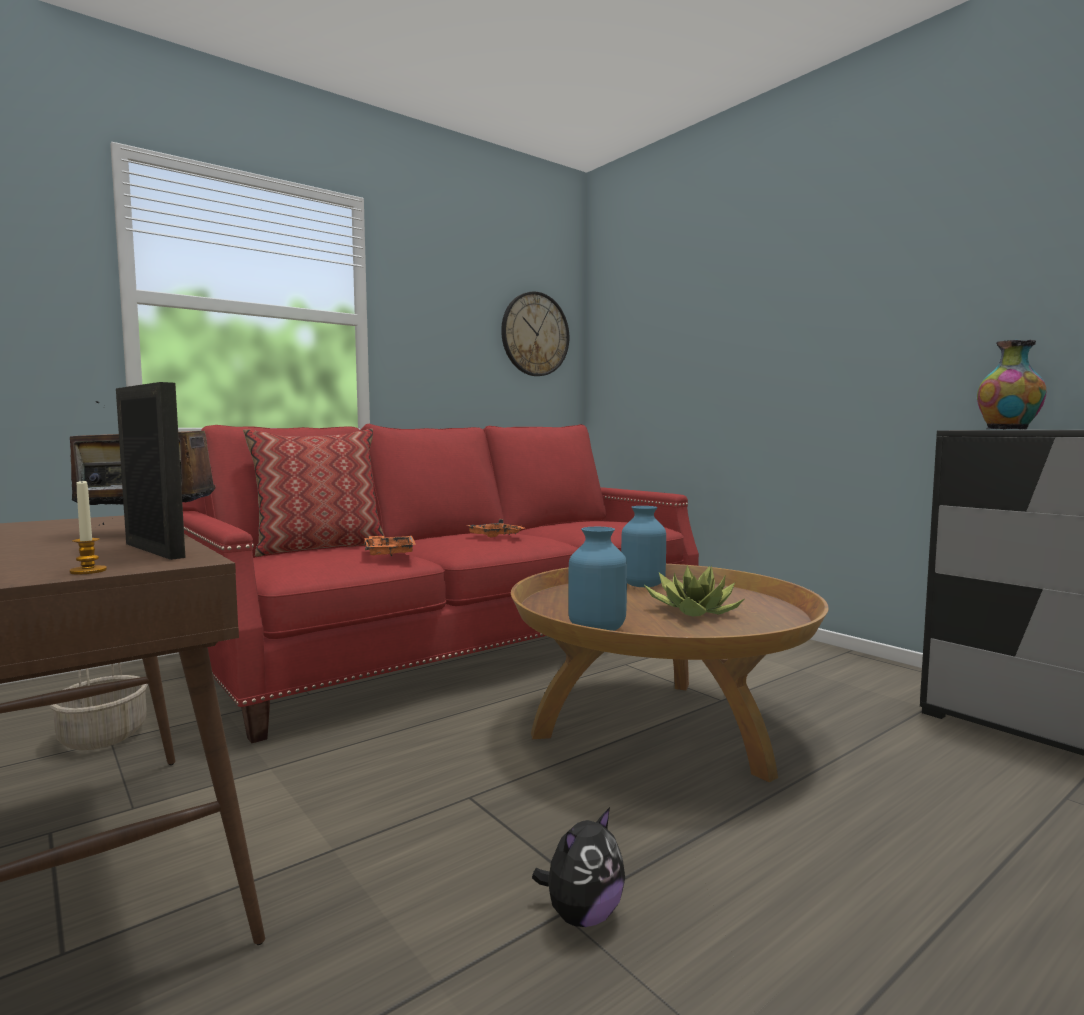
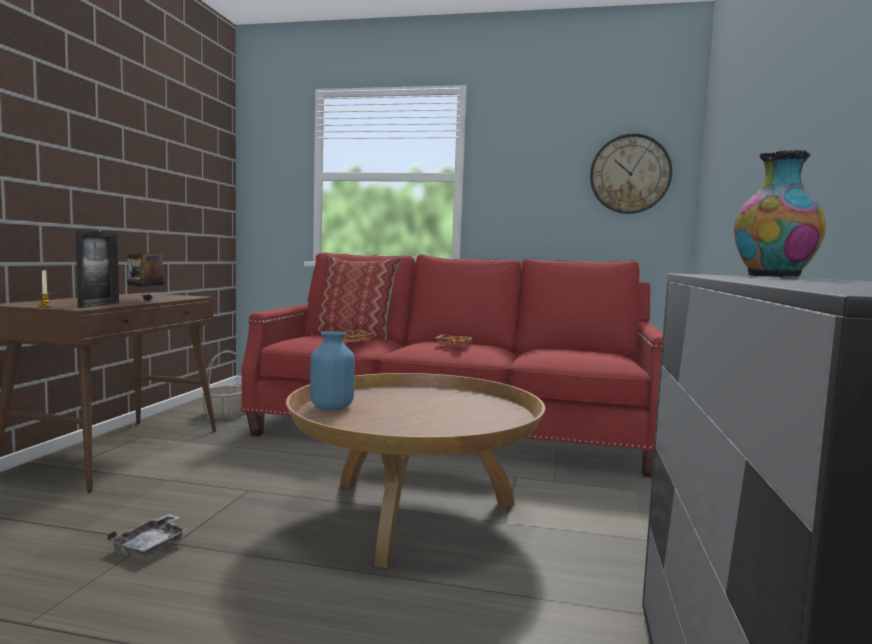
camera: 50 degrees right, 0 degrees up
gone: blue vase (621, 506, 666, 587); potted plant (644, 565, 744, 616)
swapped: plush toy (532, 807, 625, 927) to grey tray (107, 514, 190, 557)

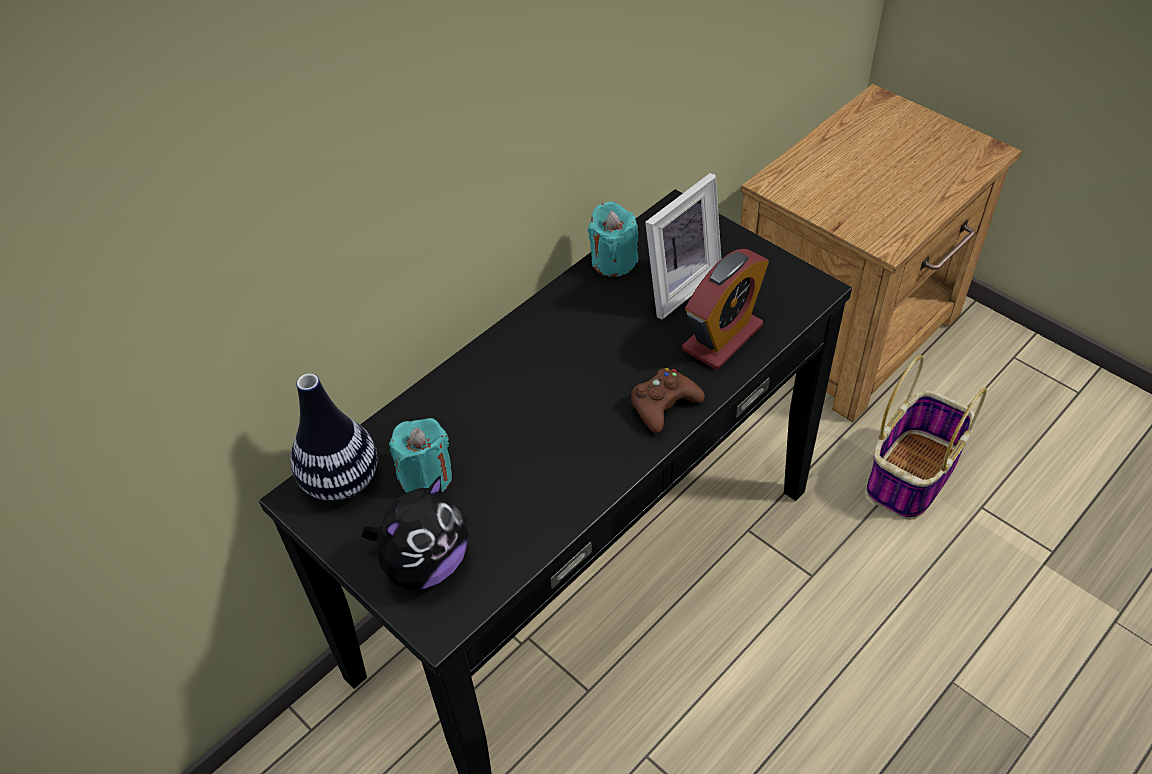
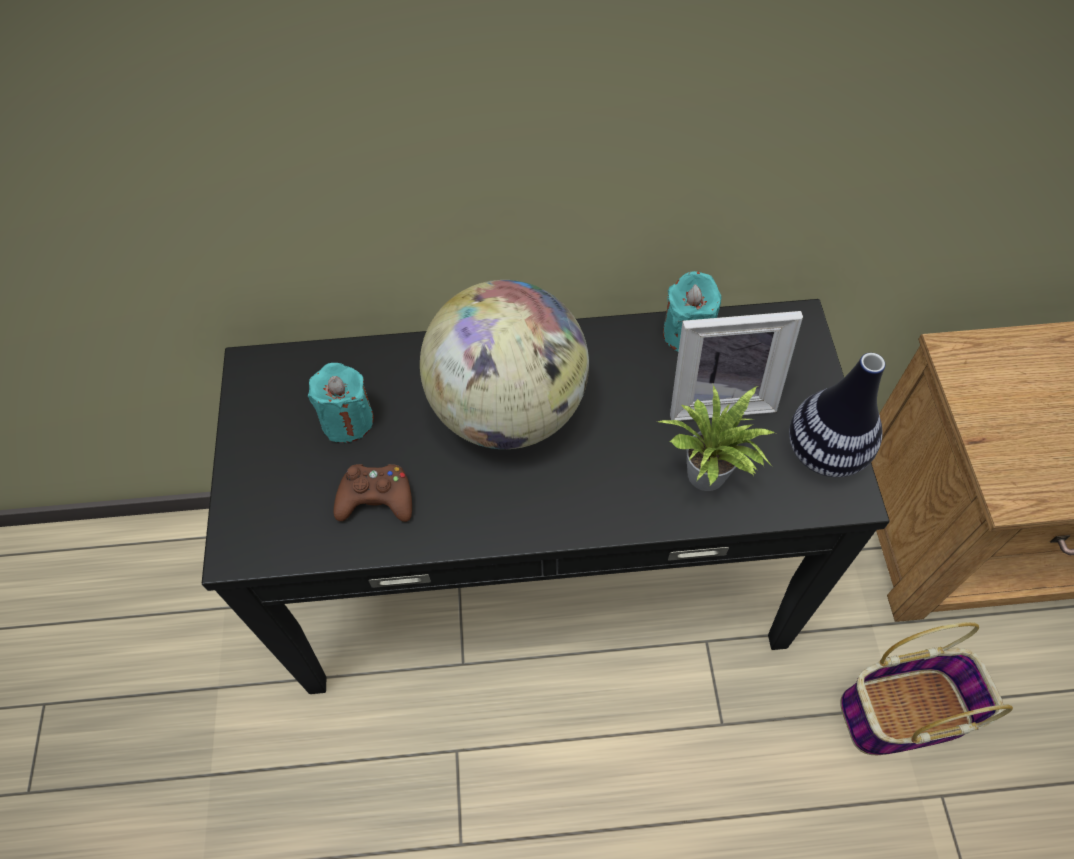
camera: 40 degrees right, 10 degrees up
gone: plush toy (362, 475, 468, 589)
new: globe (420, 280, 589, 449)
shifted: brown game controller (631, 368, 705, 434) to (333, 464, 412, 522); vase (290, 373, 378, 501) to (789, 353, 885, 477)
swapped: alarm clock (682, 249, 769, 370) to potted plant (655, 385, 775, 491)

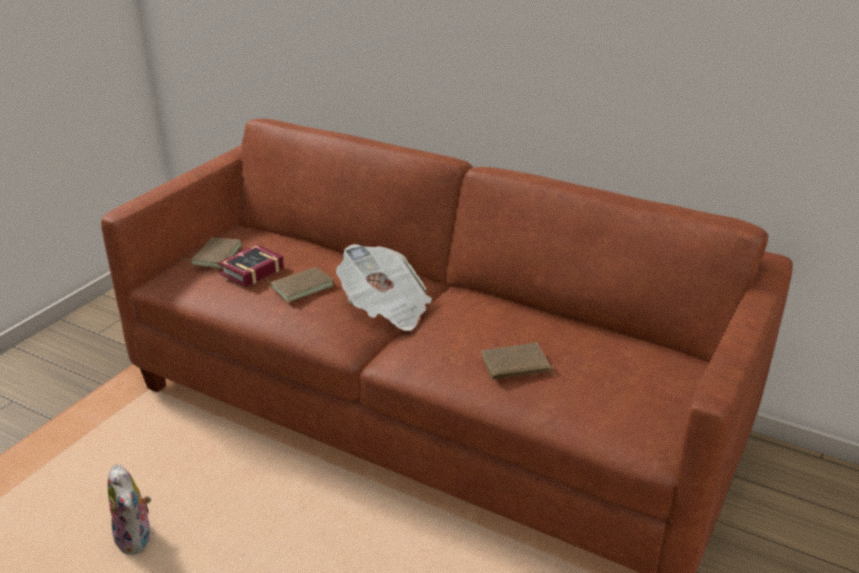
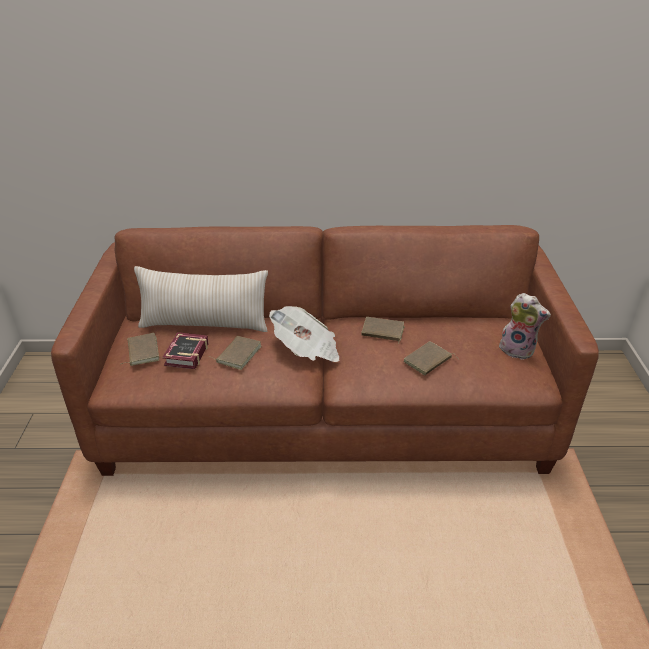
camera: 30 degrees left, 5 degrees up
new: beige pillow (134, 266, 268, 332); brown book (361, 317, 405, 344)
shifted: plush toy (108, 464, 151, 555) to (499, 293, 551, 360)

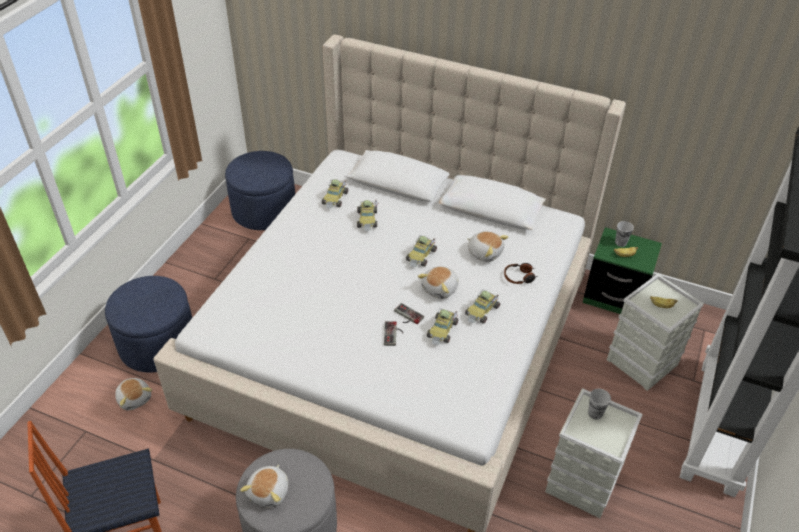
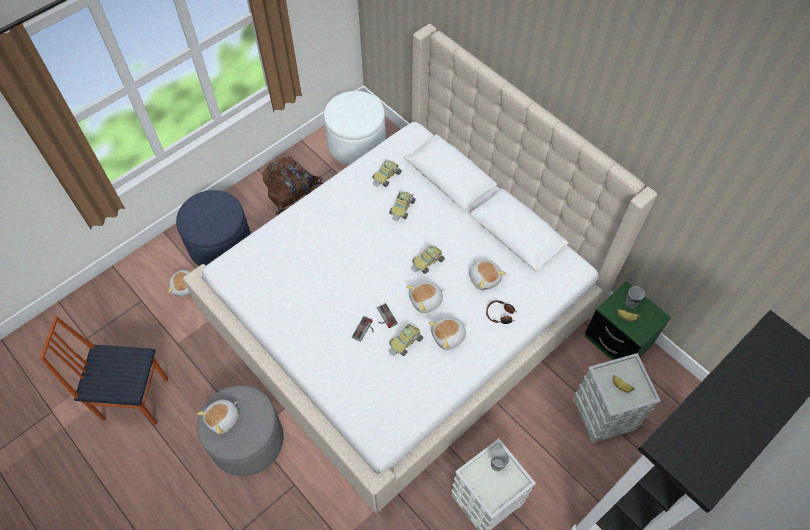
camera: 25 degrees right, 15 degrees up
new: brown backpack (262, 157, 323, 215)
swapped: toy car (465, 289, 500, 324) to plush toy (428, 317, 467, 350)
repainted: blue ottoman (225, 151, 295, 230) to white ottoman (324, 91, 386, 165)

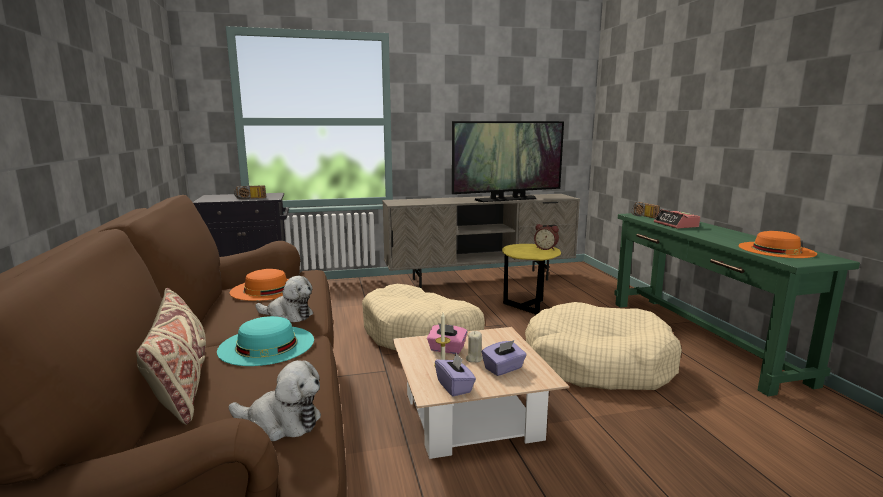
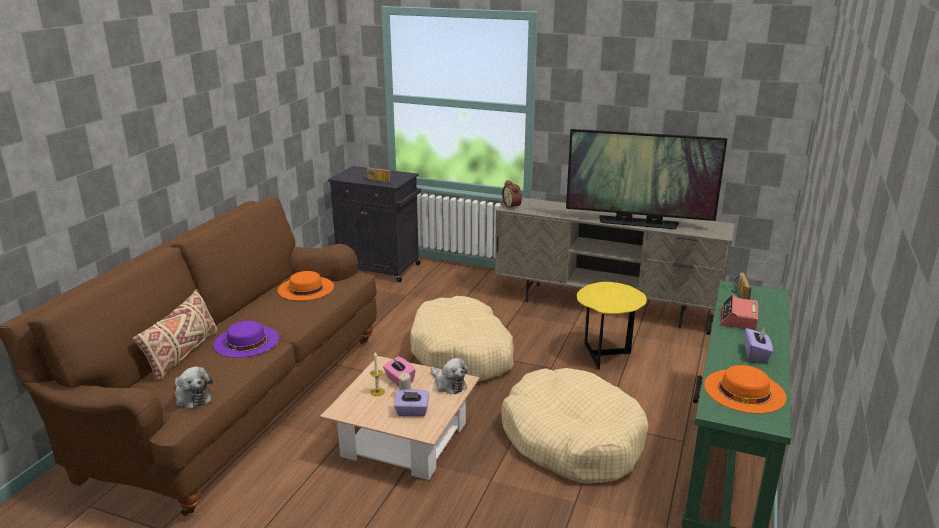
camera: 35 degrees right, 10 degrees up
shifted: plush toy (255, 276, 313, 322) to (431, 358, 468, 394); alarm clock (534, 224, 559, 250) to (502, 180, 522, 209); purple tissue box (435, 353, 476, 397) to (744, 328, 773, 362)
repainted: turquoise hat (217, 316, 314, 366) to purple hat (213, 321, 279, 358)

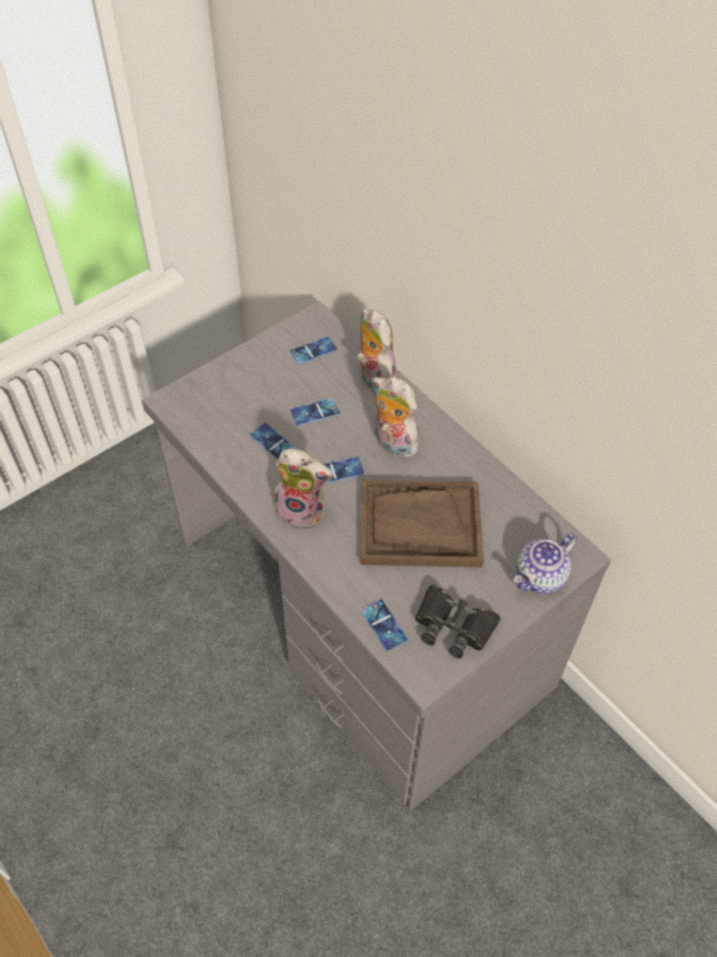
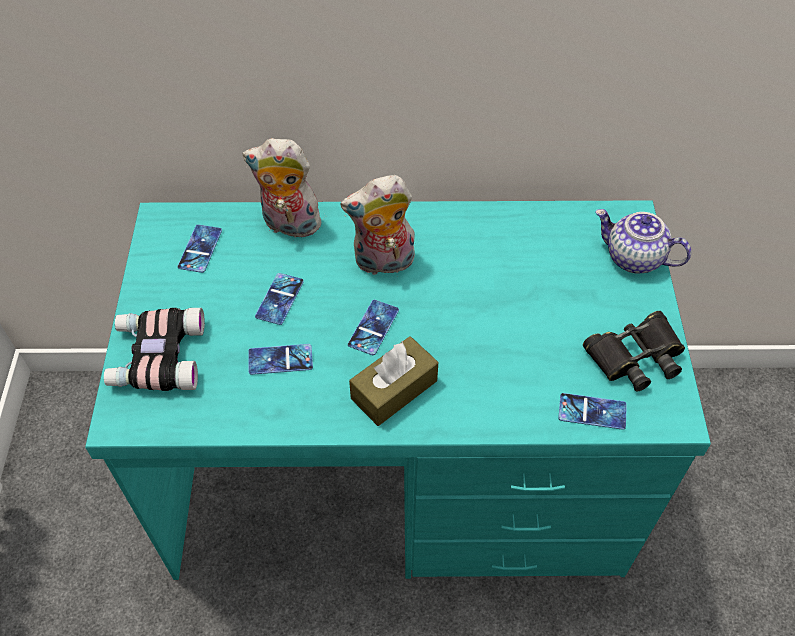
camera: 50 degrees left, 0 degrees up
gone: brown tray (360, 480, 484, 567)
new: binoculars (104, 308, 205, 391)
swapped: plush toy (275, 448, 333, 530) to brown tissue box (349, 336, 438, 426)
repainted: grey desk (142, 301, 611, 811) to turquoise desk (85, 200, 711, 580)
rotated: teapot (513, 533, 577, 594) = (595, 209, 691, 274) 120 degrees clockwise

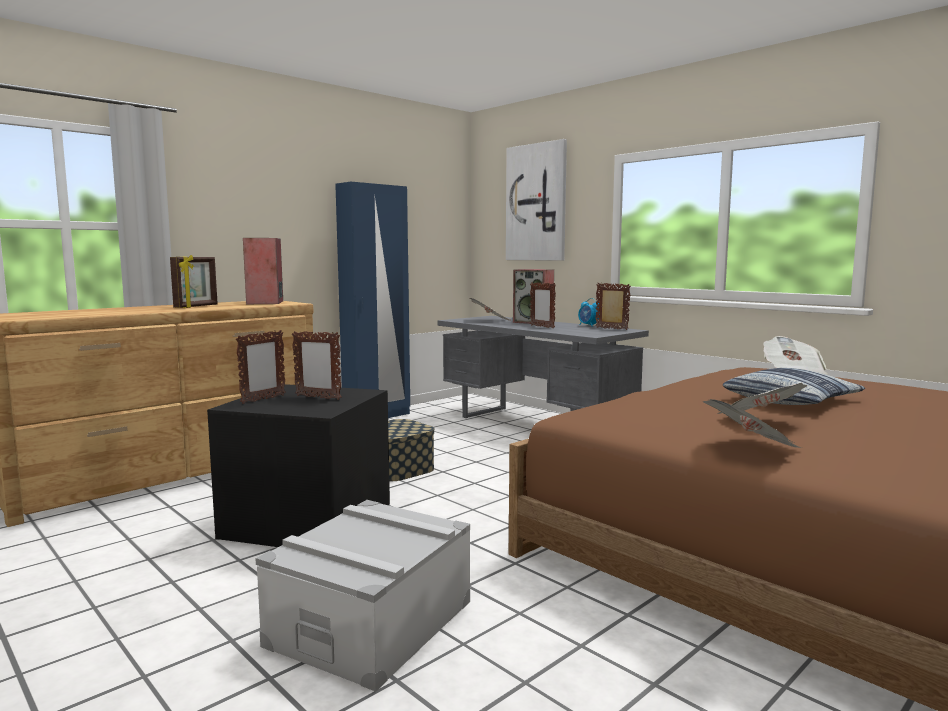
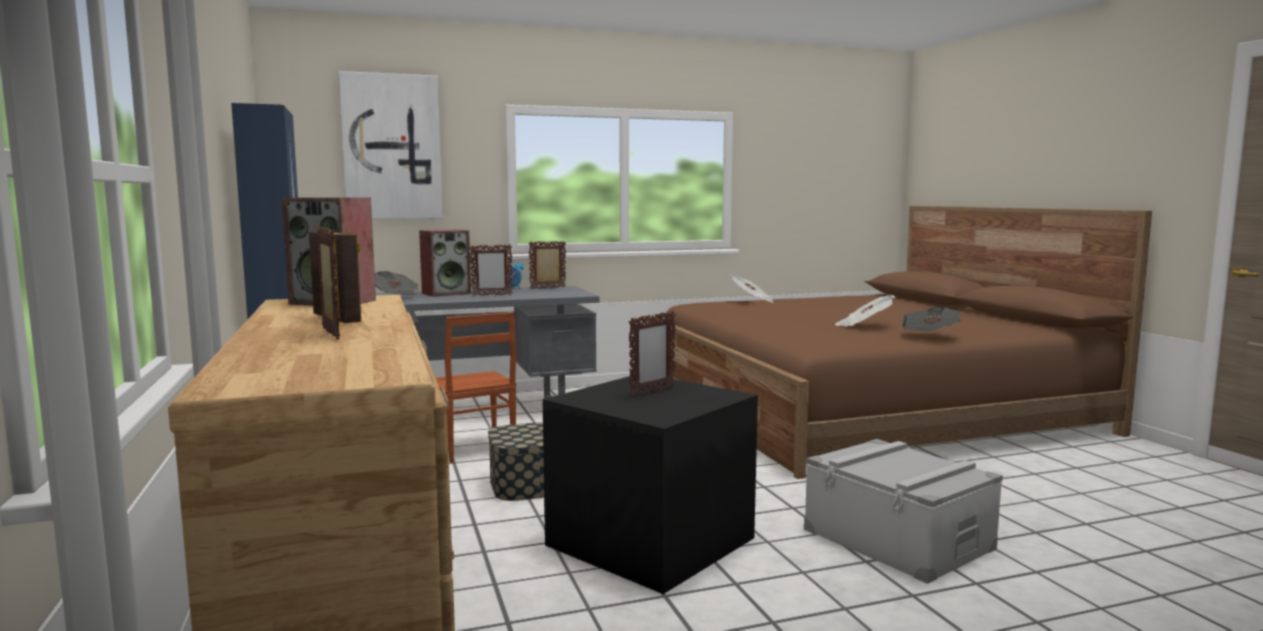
camera: 65 degrees left, 0 degrees up
gone: pillow (723, 368, 865, 405)
new: brown chair (436, 312, 517, 463)
shifted: picture frame (236, 330, 286, 404) to (316, 226, 340, 339)

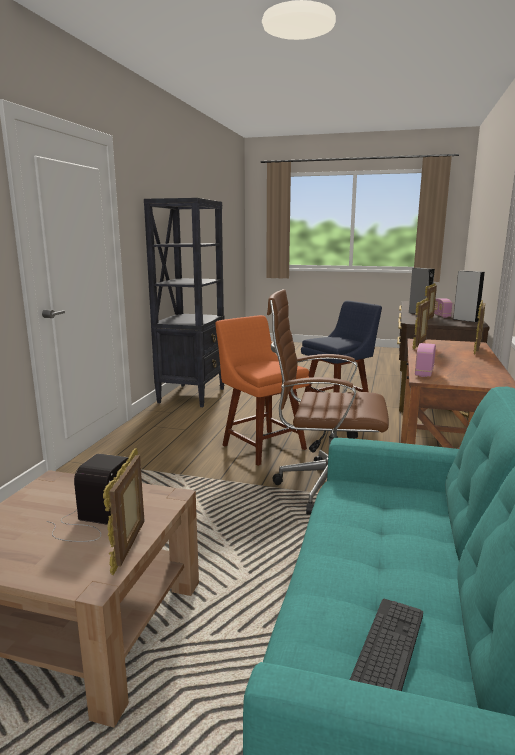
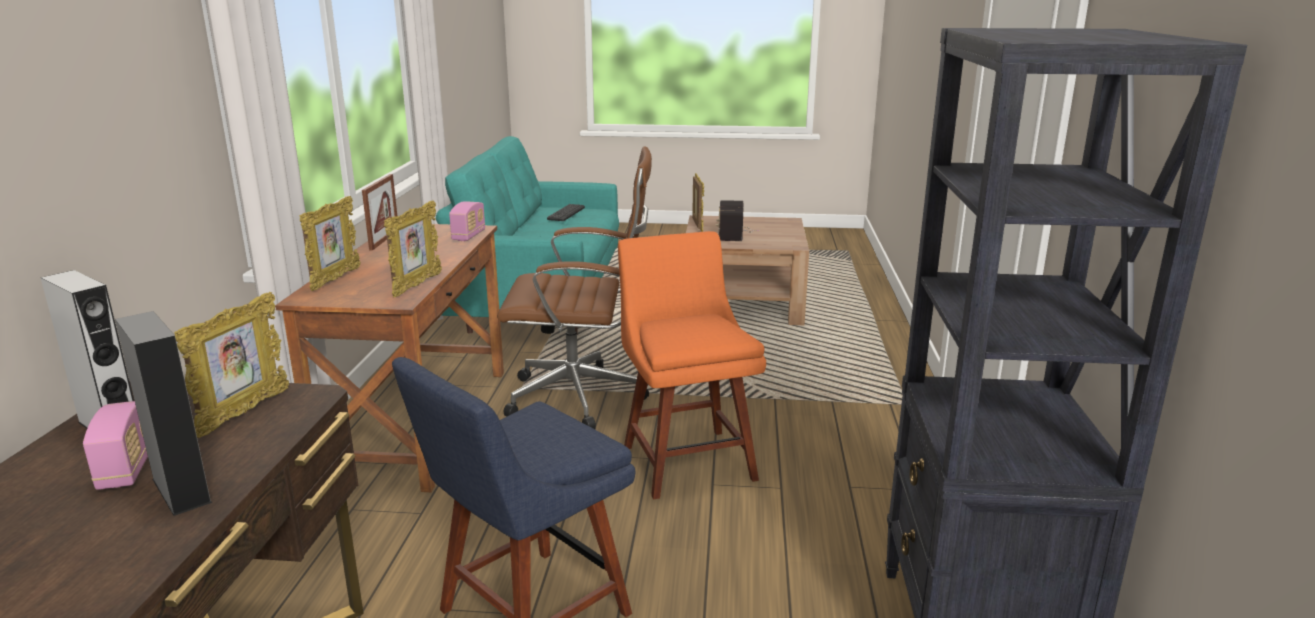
camera: 170 degrees right, 5 degrees up
new: picture frame (362, 174, 397, 251)
rotated: orange chair (215, 315, 310, 466) = (618, 231, 766, 500) 150 degrees counterclockwise

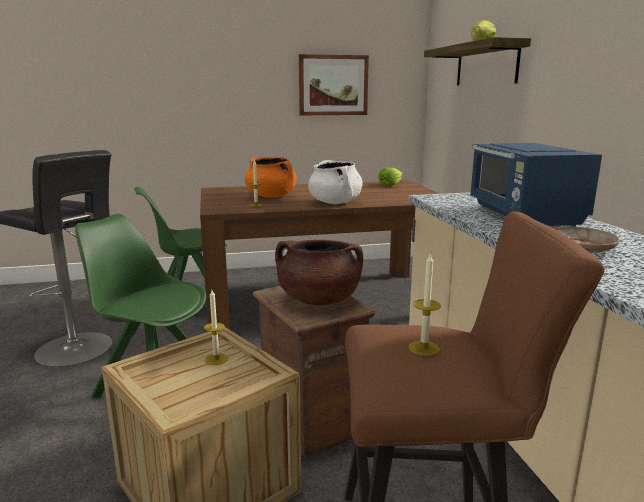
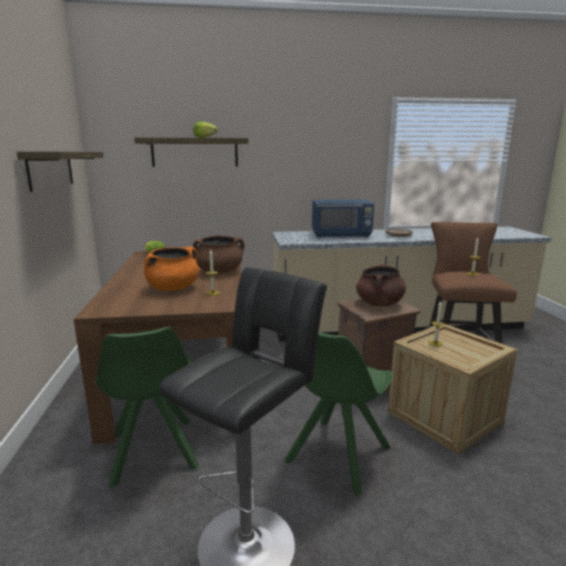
camera: 85 degrees left, 0 degrees up
swapped: picture (299, 54, 369, 115) to shelf (17, 152, 104, 192)
repainted: white cooking pot (308, 160, 363, 204) to brown cooking pot (193, 235, 245, 273)

